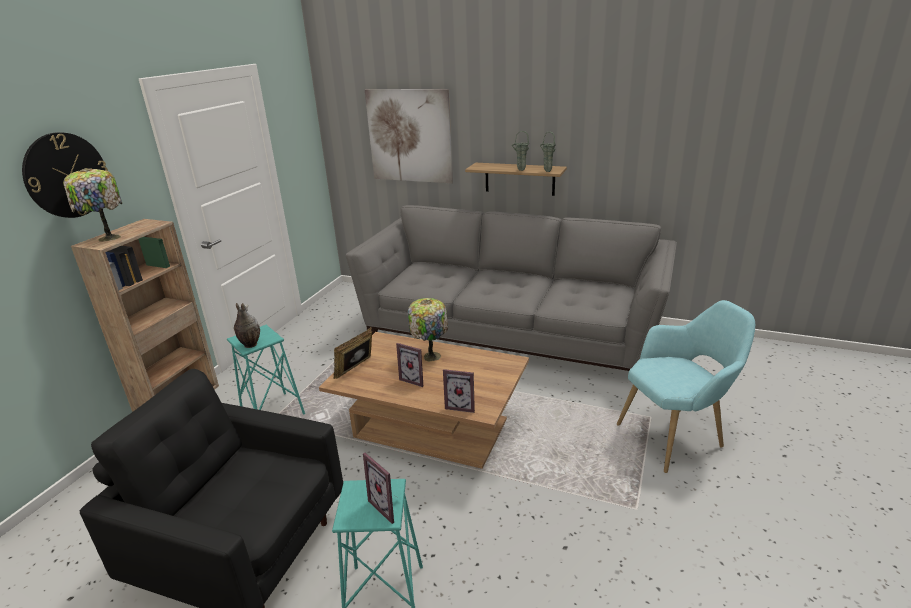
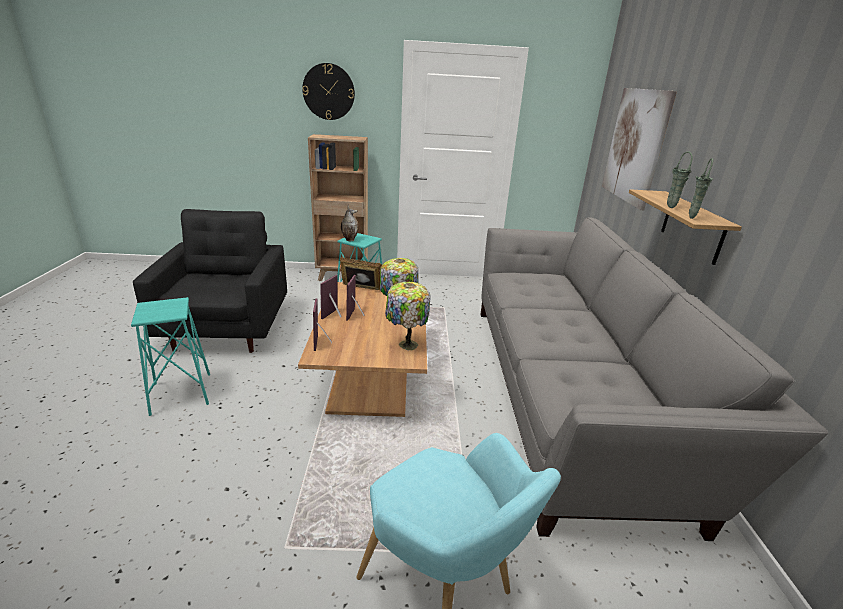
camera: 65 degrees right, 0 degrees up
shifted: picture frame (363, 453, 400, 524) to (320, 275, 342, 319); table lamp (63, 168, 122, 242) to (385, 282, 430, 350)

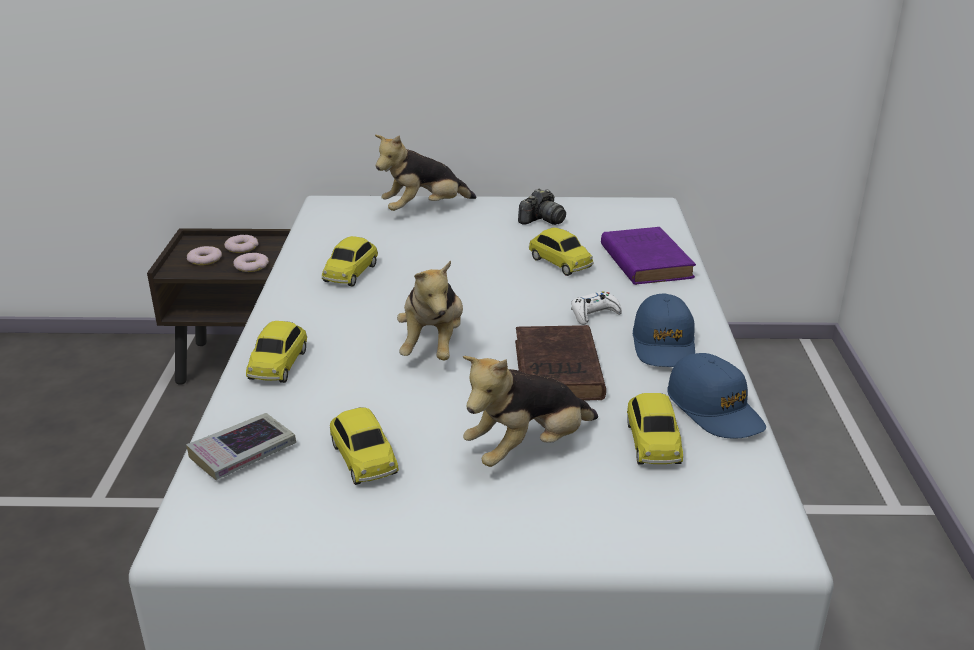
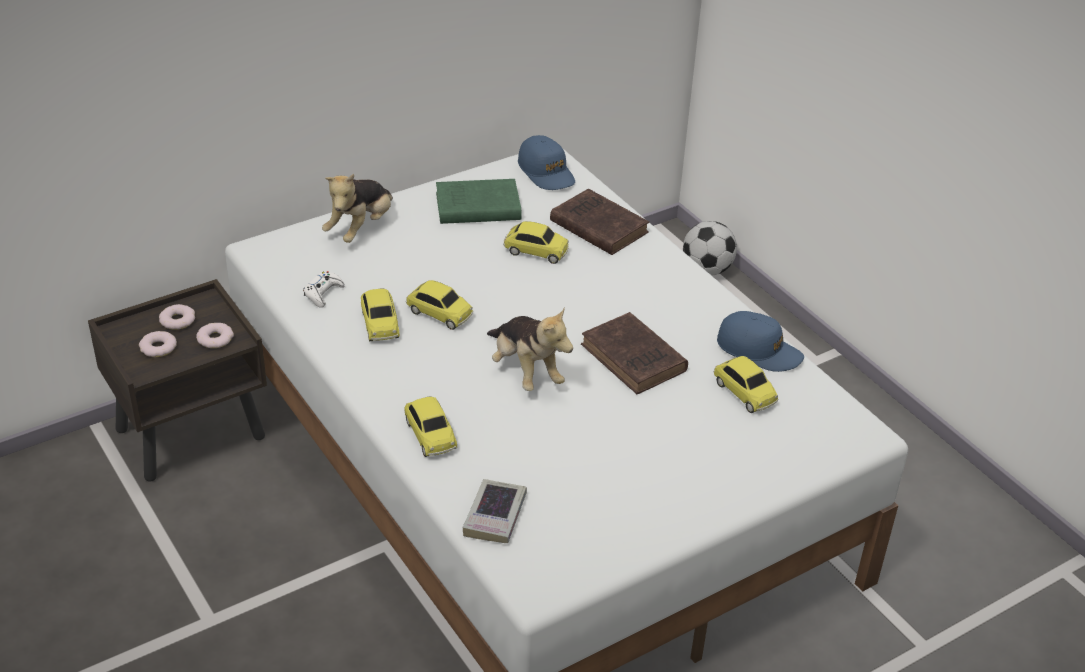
camera: 35 degrees left, 10 degrees up
gone: plush toy (463, 356, 598, 467)
new: football (683, 221, 737, 276)
shifted: white game controller (571, 291, 622, 325) to (303, 271, 345, 308); toy car (330, 407, 399, 485) to (406, 280, 473, 330); blue cap (633, 293, 695, 367) to (518, 135, 575, 190)
swapped: photo camera (518, 189, 566, 225) to green book (436, 179, 522, 224)
repainted: purple book (601, 227, 696, 285) to brown book (550, 189, 649, 255)

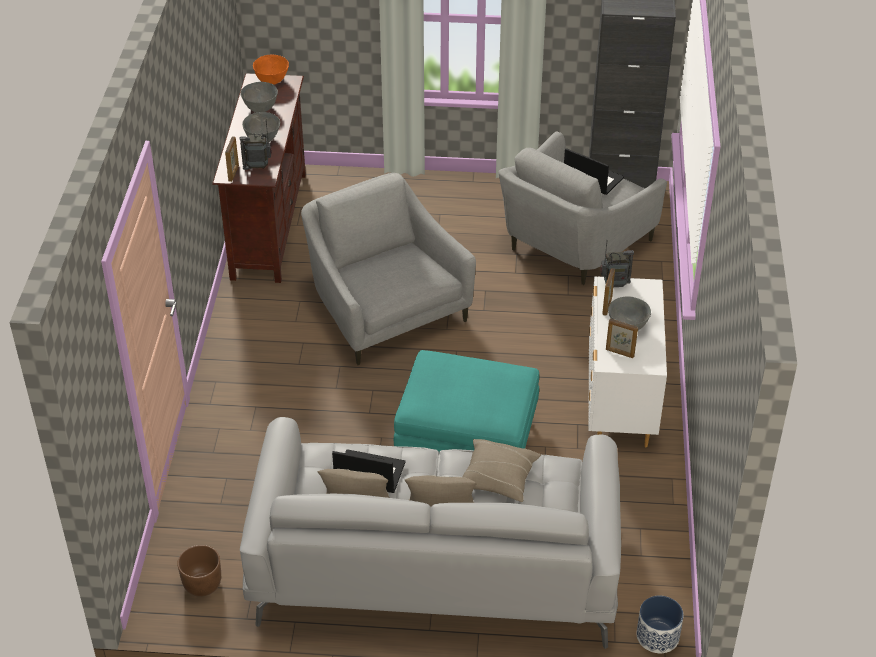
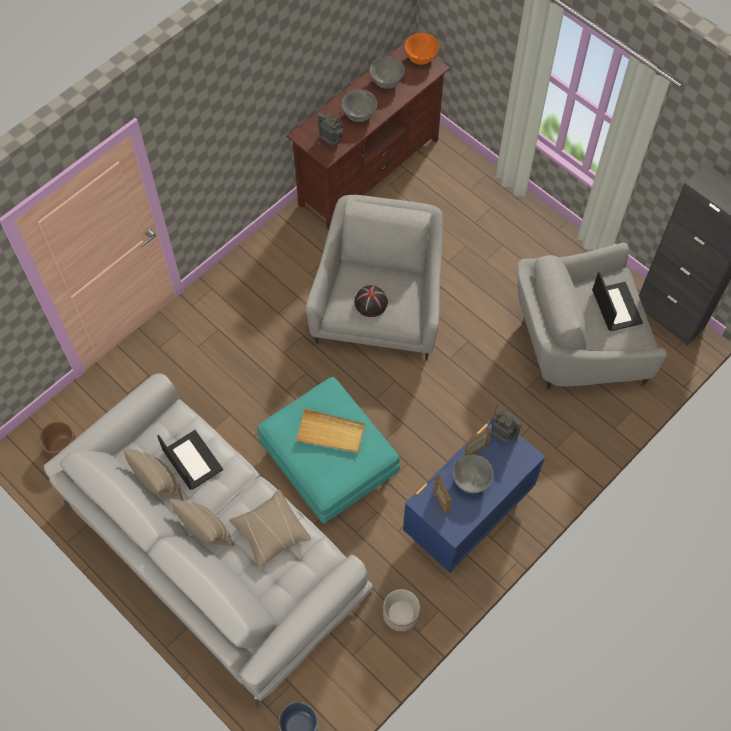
camera: 40 degrees right, 20 degrees up
gone: picture frame (225, 136, 239, 182)
new: beige tray (295, 409, 365, 453); black hat (355, 285, 388, 317); planter (383, 589, 420, 632)
repainted: white dresser (588, 276, 667, 447) to blue dresser (403, 419, 545, 573)

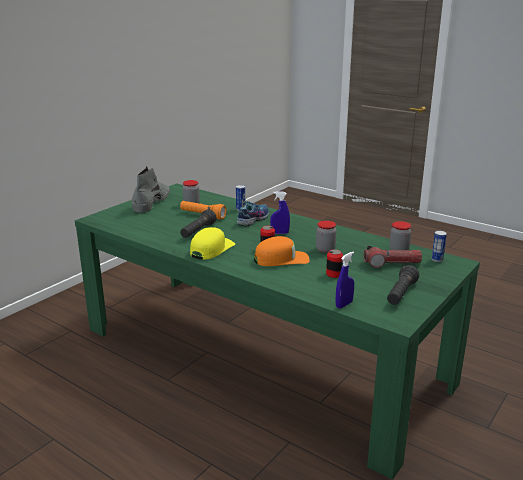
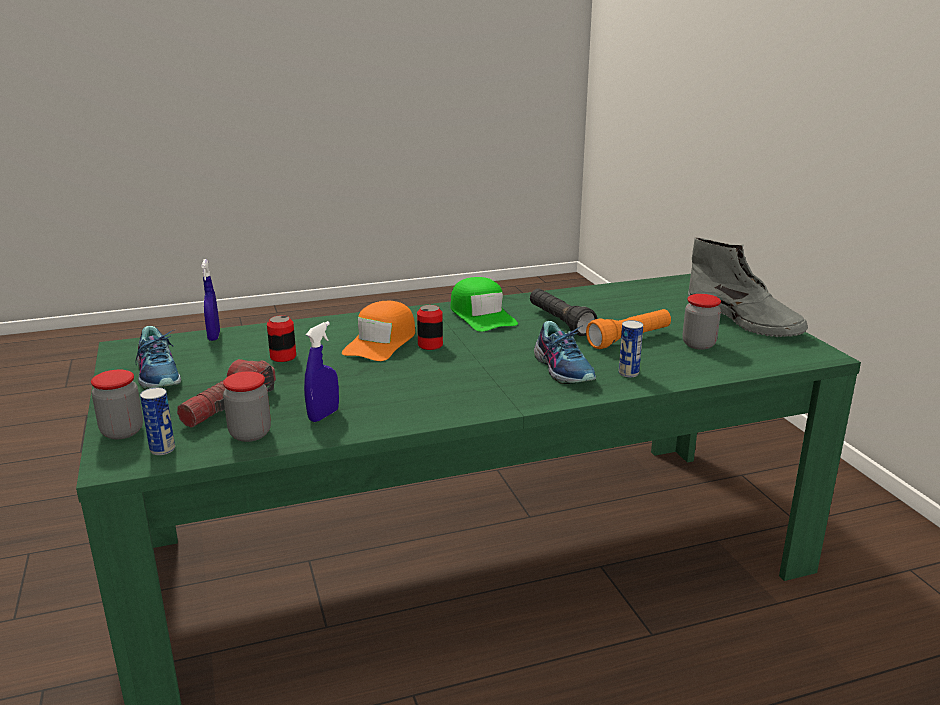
camera: 125 degrees right, 0 degrees up
shifted: jar (316, 221, 336, 253) to (91, 370, 143, 440); blue spray bottle (270, 192, 290, 234) to (304, 321, 339, 422)
swapped: black flashlight (387, 265, 419, 305) to shoe (136, 326, 181, 390)
repainted: yellow cap (190, 227, 235, 260) to green cap (450, 277, 518, 332)

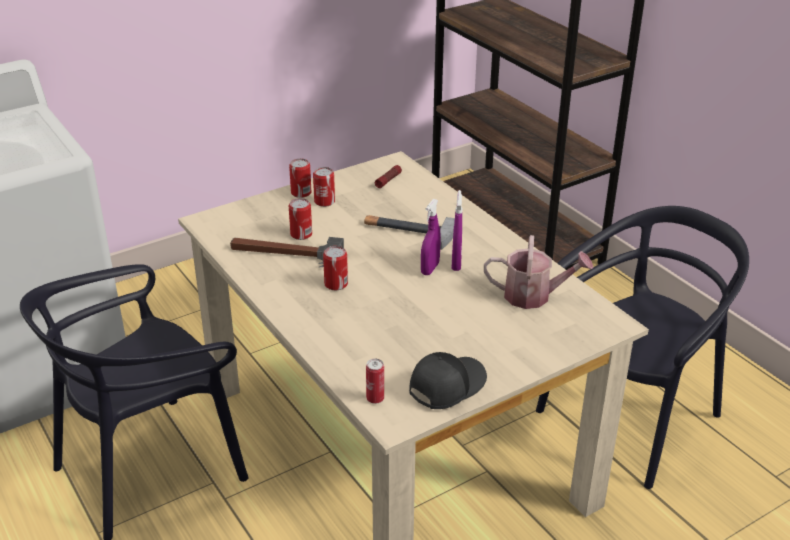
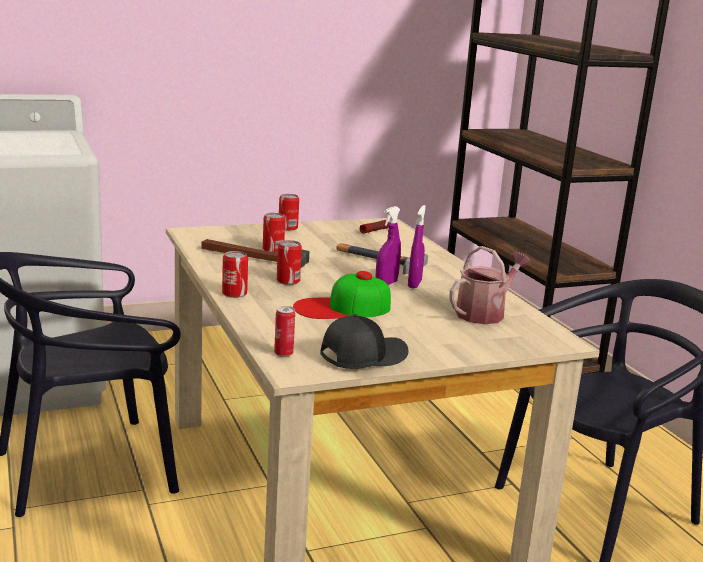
camera: 10 degrees right, 15 degrees down
new: cap (293, 271, 391, 319)
shifted: can (313, 167, 335, 207) to (222, 251, 248, 298)
rotated: watering can (484, 235, 594, 309) = (449, 246, 531, 324) 60 degrees counterclockwise

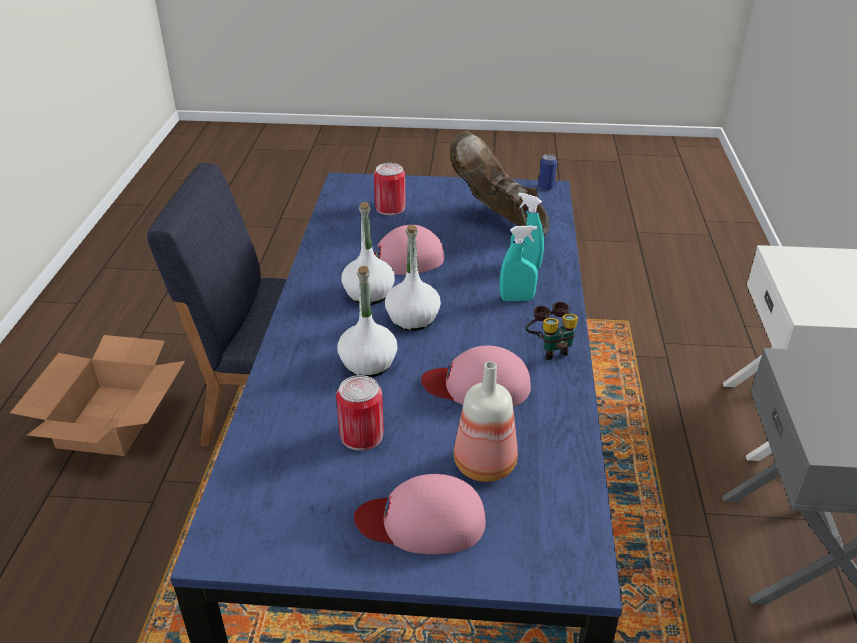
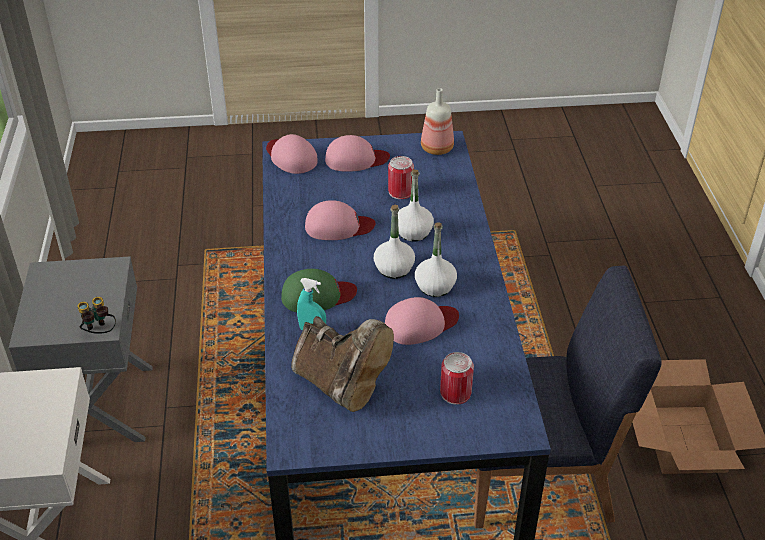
camera: 170 degrees right, 5 degrees up
gone: can (539, 154, 557, 190)
new: pink cap (266, 134, 318, 174)
shifted: binoculars (525, 302, 578, 360) to (78, 297, 116, 334); bottle (454, 361, 518, 482) to (421, 88, 454, 155)
swapped: turquoise spray bottle (500, 225, 538, 301) to green cap (281, 269, 357, 312)

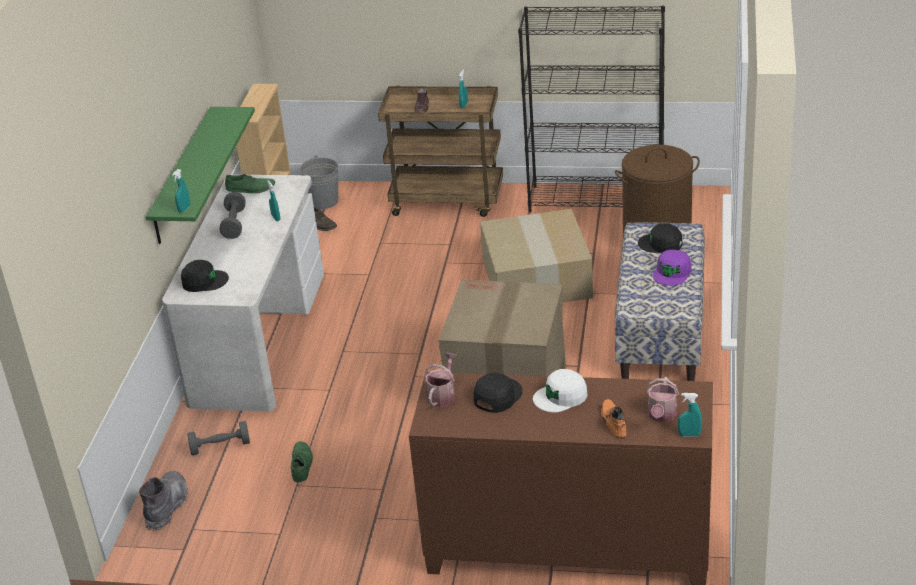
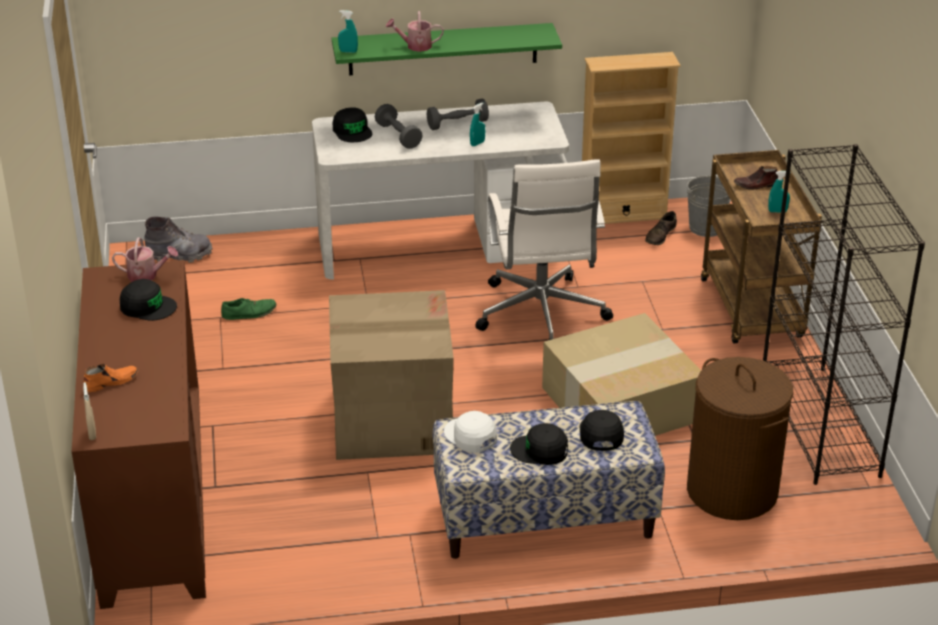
camera: 70 degrees right, 0 degrees up
gone: green shoe (225, 174, 275, 193)
new: white office chair (475, 159, 613, 340)
shifted: grey dumbbell (187, 421, 250, 455) to (375, 104, 423, 149); watering can (646, 377, 679, 422) to (385, 11, 444, 52); white cap (533, 369, 587, 413) to (444, 411, 497, 453)
repainted: turquoise spray bottle (678, 393, 702, 436) to beige spray bottle (83, 382, 96, 440); purple cap (653, 250, 691, 286) to black cap (510, 423, 568, 465)

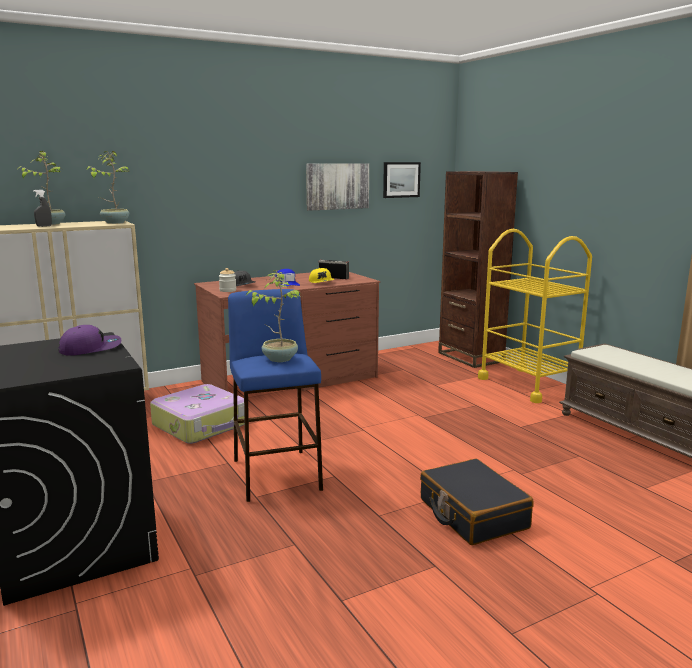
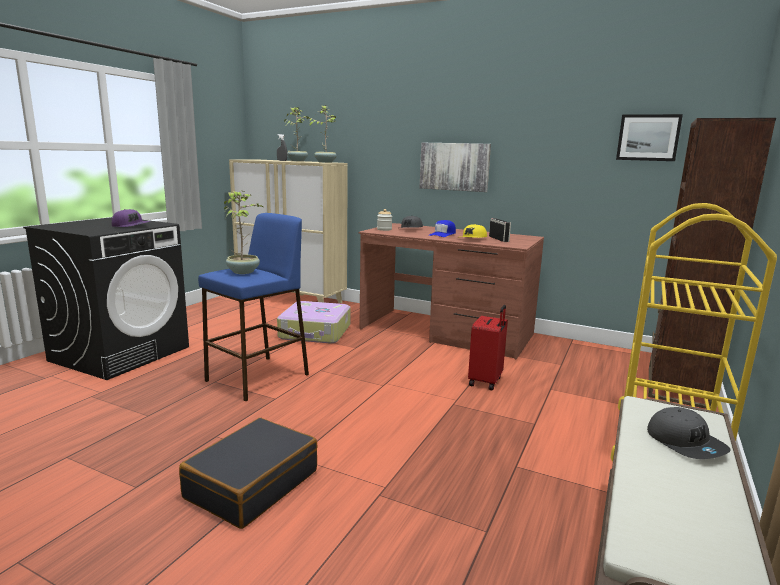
camera: 55 degrees right, 0 degrees up
new: red suitcase (468, 305, 508, 390); grey cap (647, 407, 731, 459)
shifted: picture (306, 163, 369, 211) to (420, 143, 491, 192)

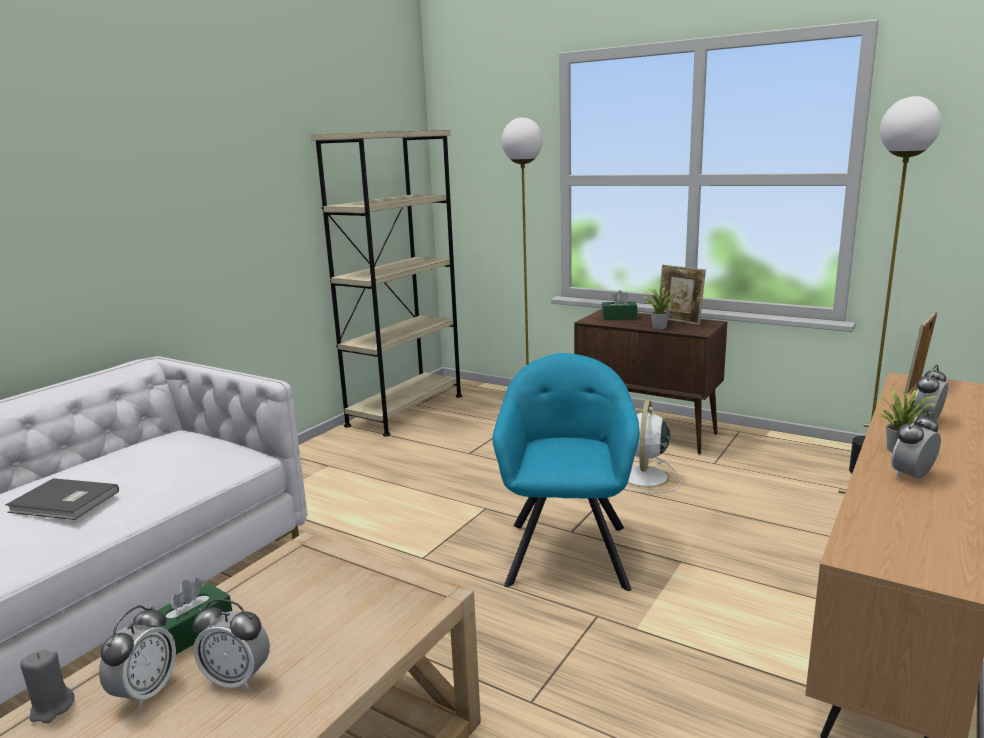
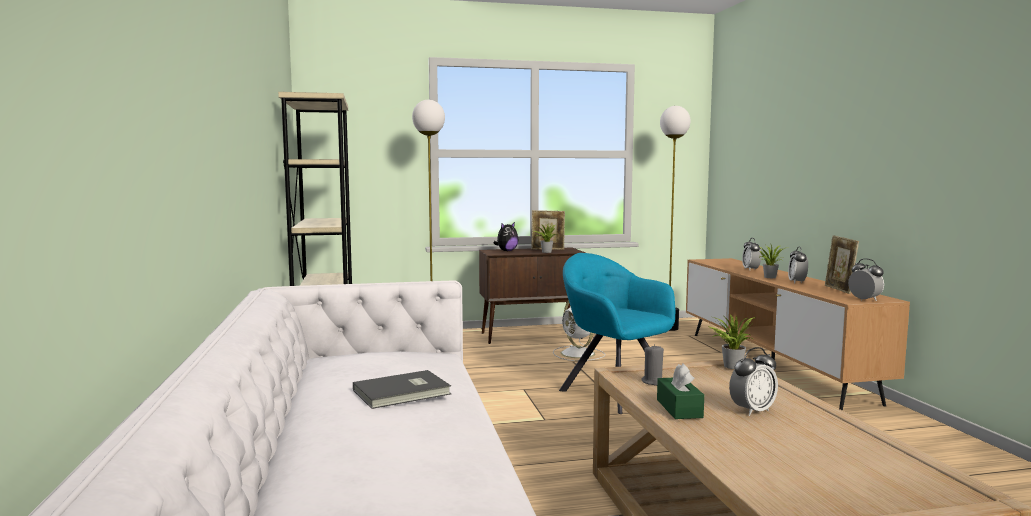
camera: 45 degrees left, 10 degrees down
new: potted plant (709, 314, 756, 369)
shifted: grey candle (20, 650, 75, 723) to (641, 344, 664, 386); picture frame (904, 312, 937, 394) to (825, 235, 859, 294); alarm clock (99, 605, 176, 709) to (848, 258, 884, 301)
swapped: green tissue box (602, 290, 637, 320) to plush toy (494, 222, 518, 251)

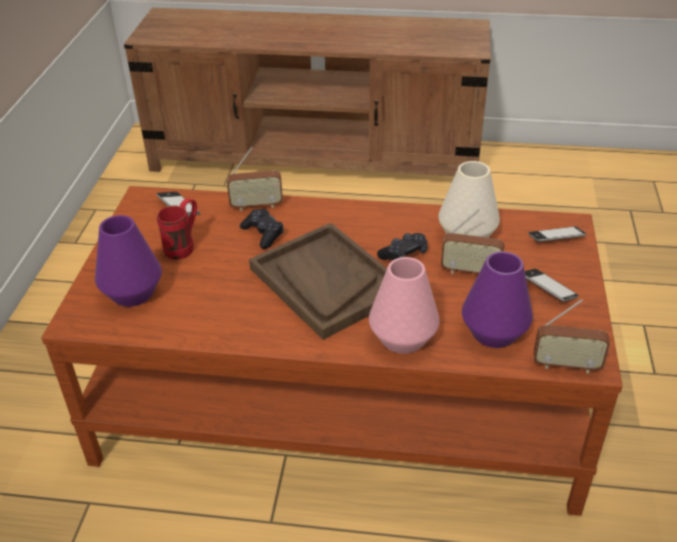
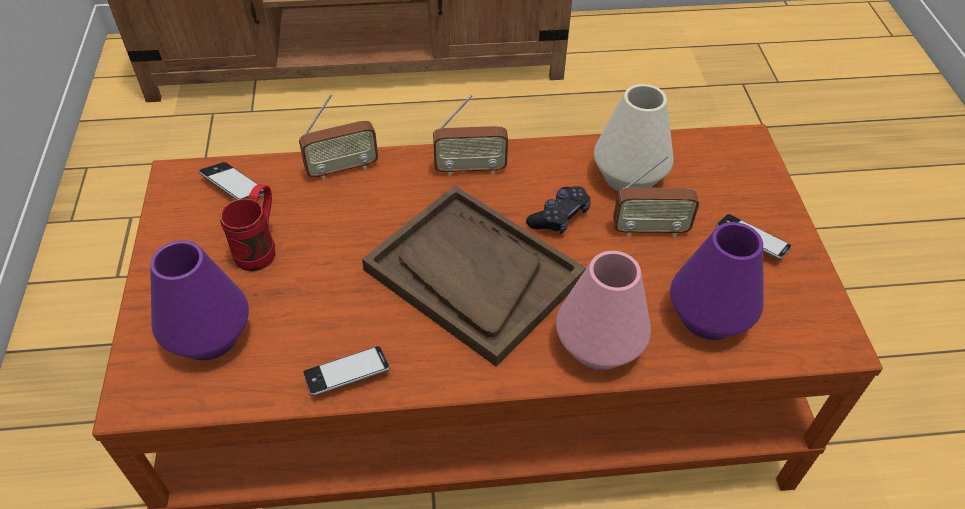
camera: 15 degrees left, 10 degrees up
gone: black game controller (240, 208, 284, 249)
shifted: phone (528, 227, 586, 242) to (303, 346, 390, 396); radio (534, 299, 610, 374) to (433, 94, 508, 176)

